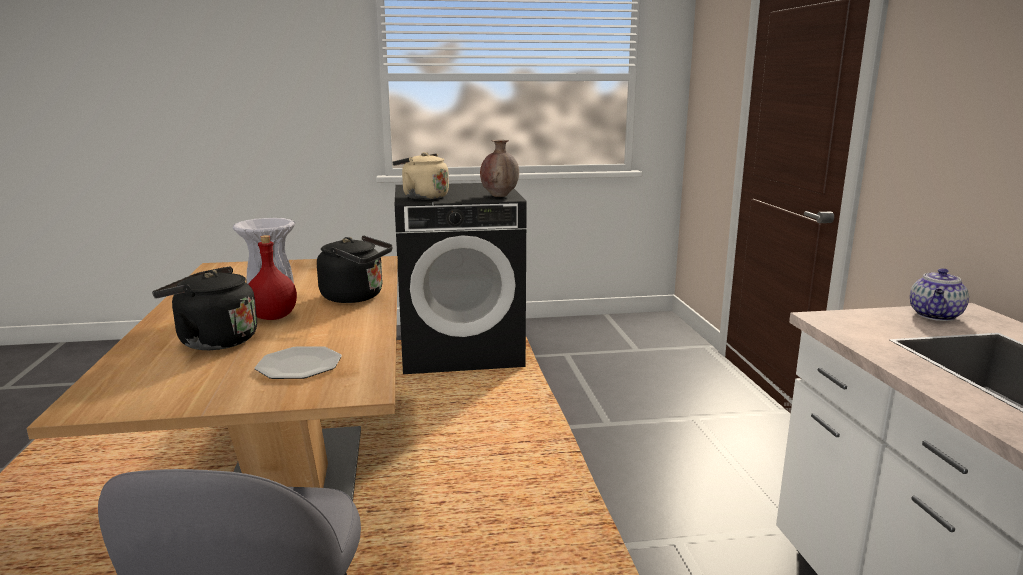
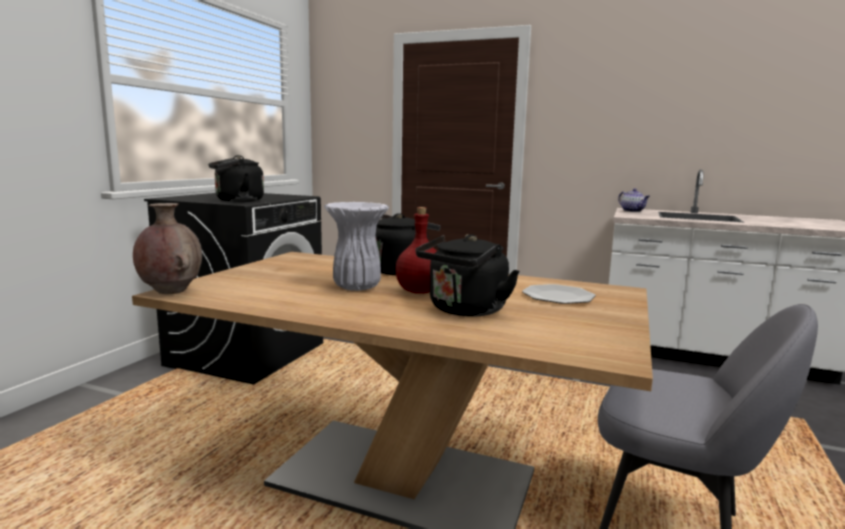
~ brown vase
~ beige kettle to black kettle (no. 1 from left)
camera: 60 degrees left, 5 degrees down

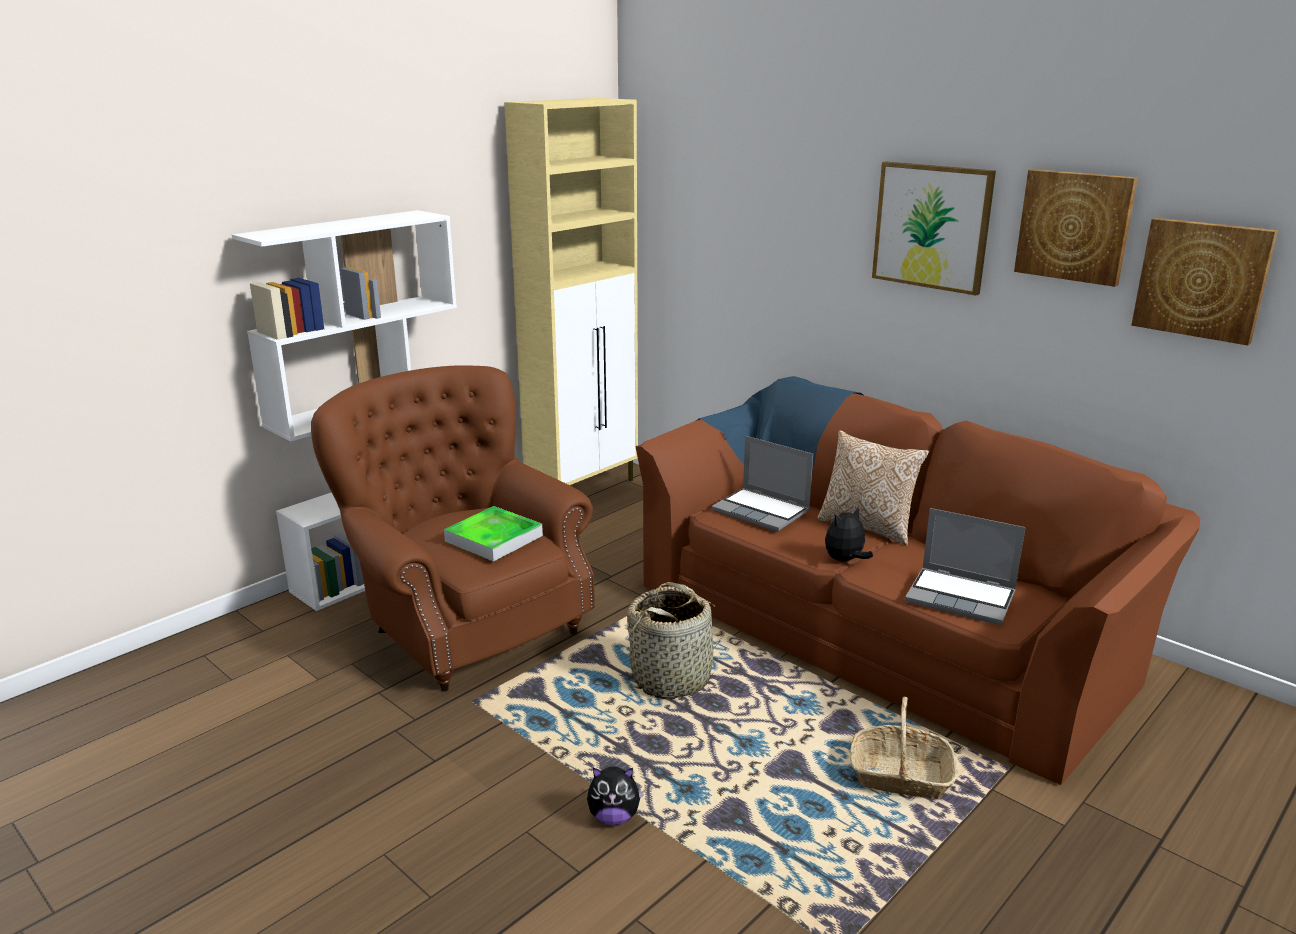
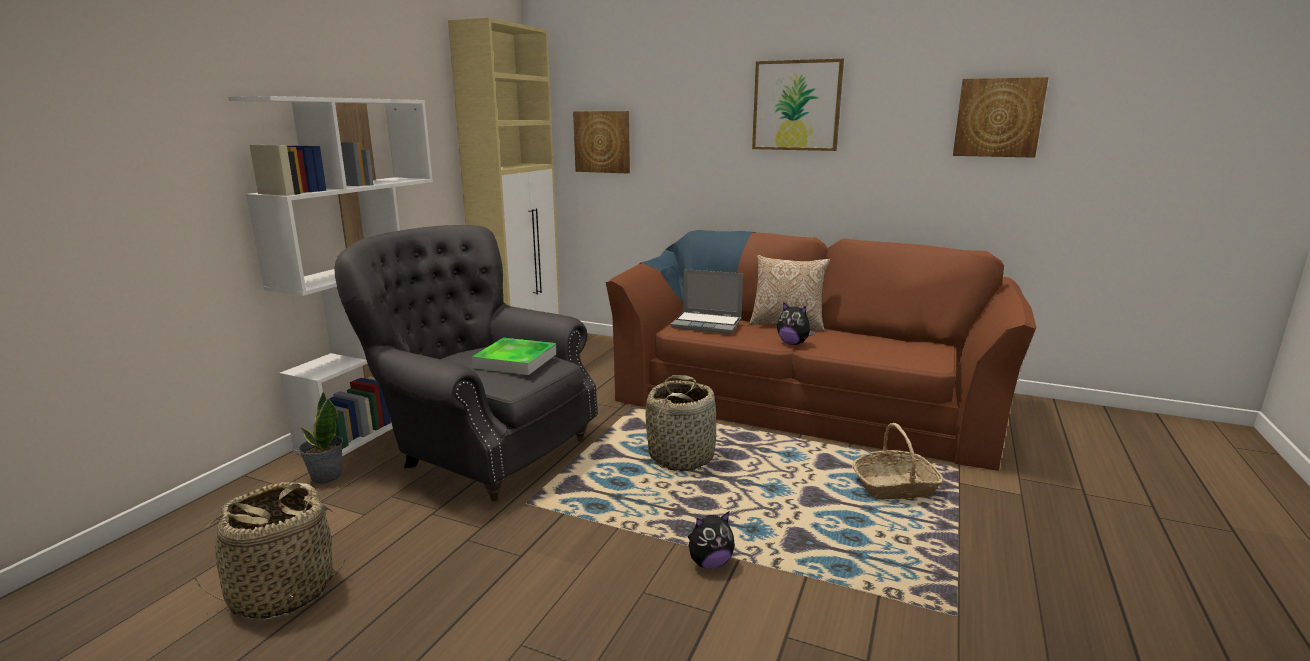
~ picture (no. 2 from left in the first image) to picture (no. 1 from left)
~ brown armchair to grey armchair
~ plush toy (no. 2 from left) 90 degrees counterclockwise
- laptop (no. 2 from left)
+ potted plant
+ basket (no. 1 from left)
camera: 20 degrees left, 5 degrees down

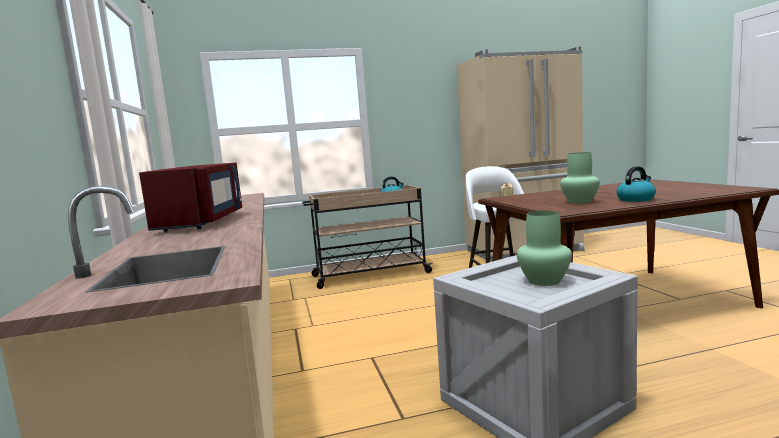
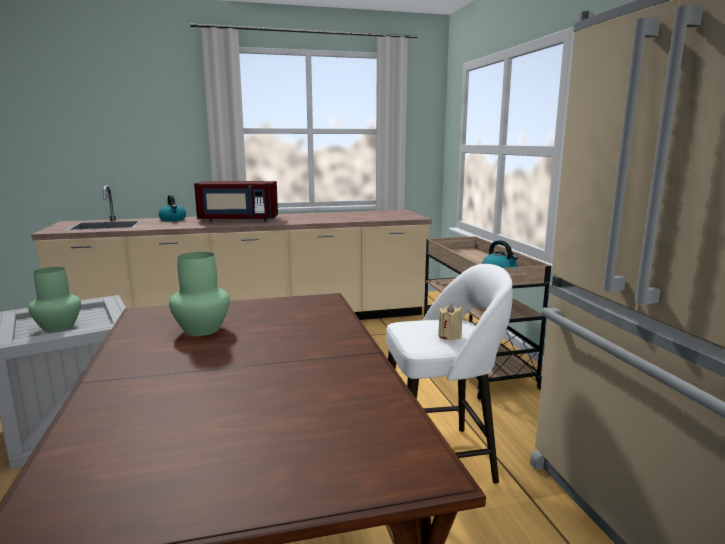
~ kettle (no. 2 from left in the first image) to kettle (no. 1 from left)
camera: 90 degrees right, 5 degrees up

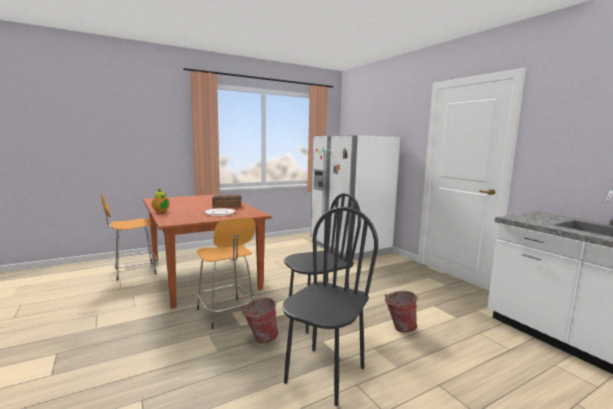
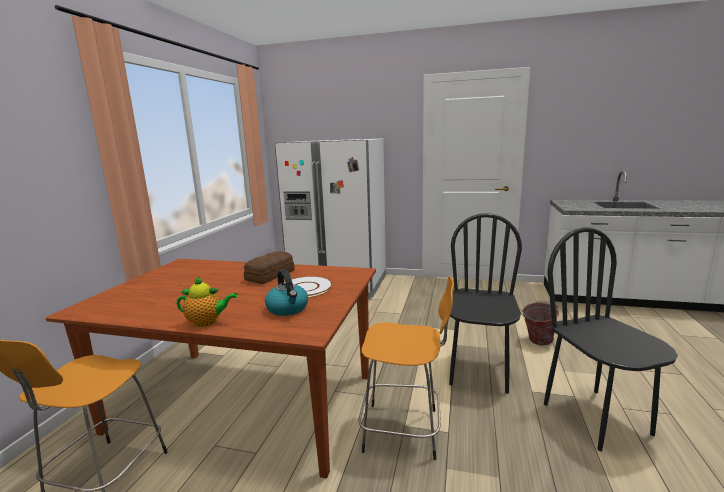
- bucket (no. 1 from left)
+ kettle
camera: 45 degrees left, 5 degrees up

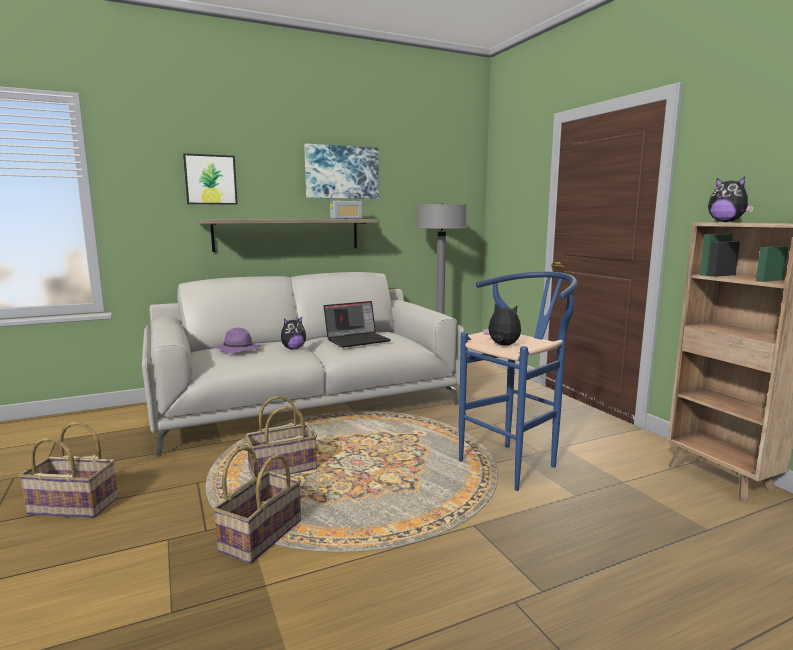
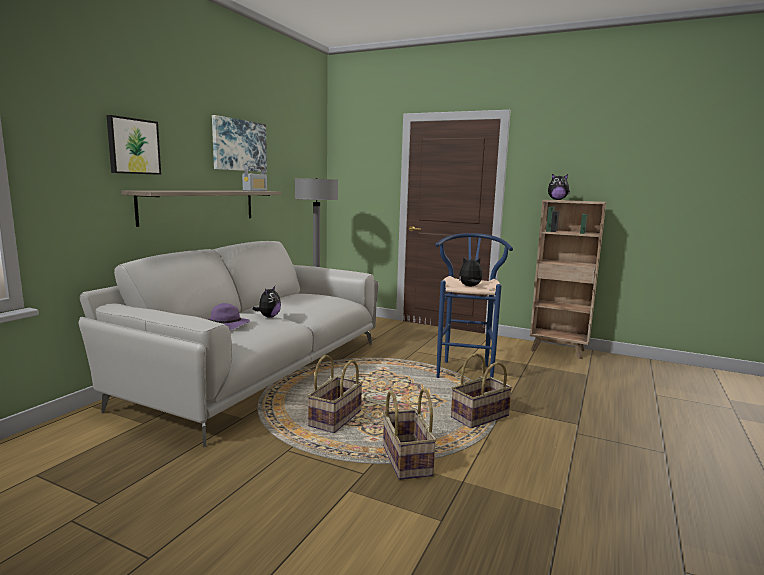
- laptop
~ basket (no. 1 from left in the first image) to basket (no. 3 from left)
camera: 40 degrees left, 0 degrees up

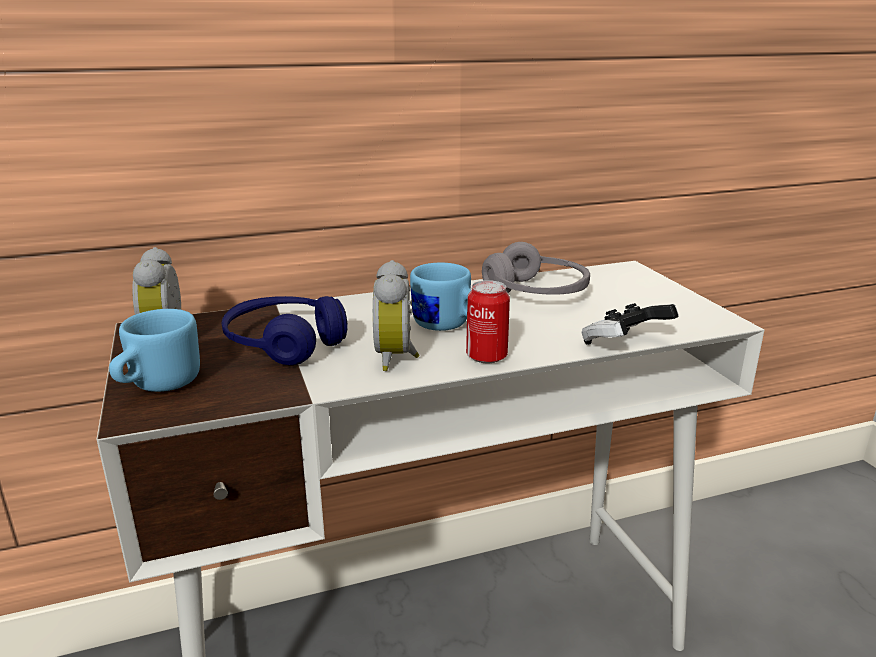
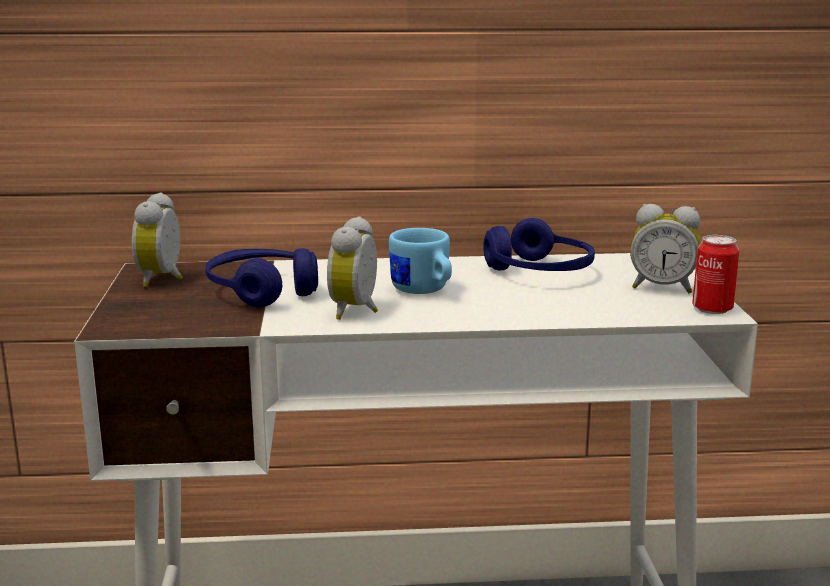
~ grey headphones to blue headphones (no. 2 from left)
~ can
- game controller
- blue mug (no. 1 from left)
+ alarm clock (no. 3 from left)
camera: 15 degrees right, 5 degrees down

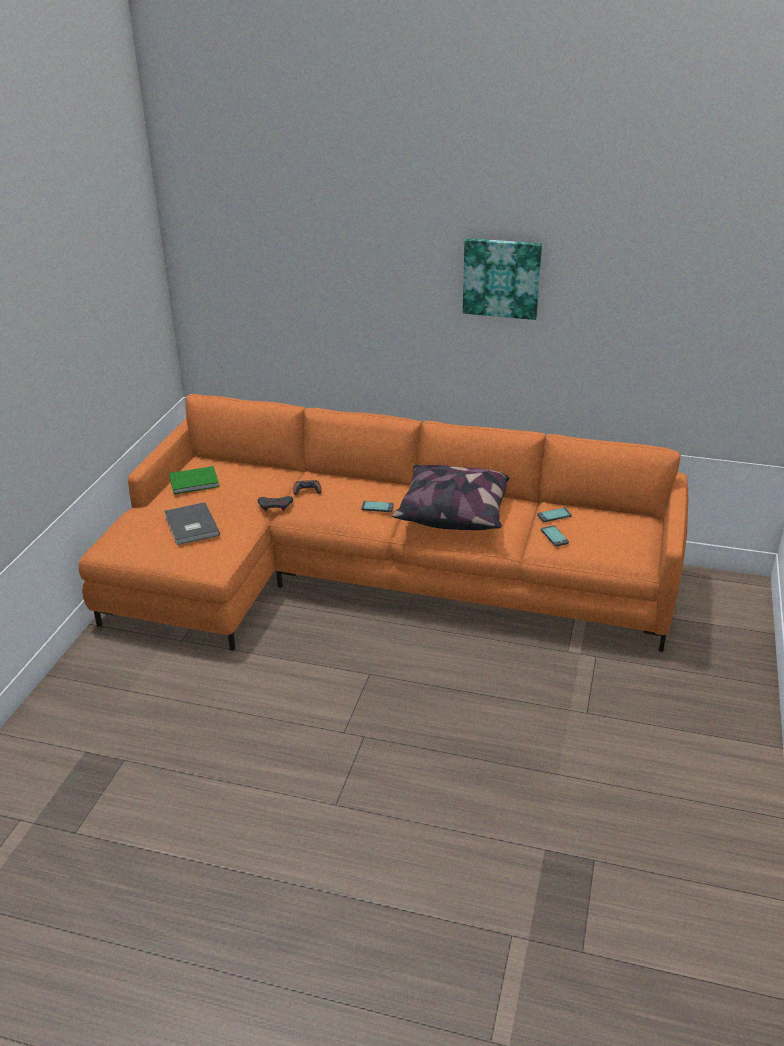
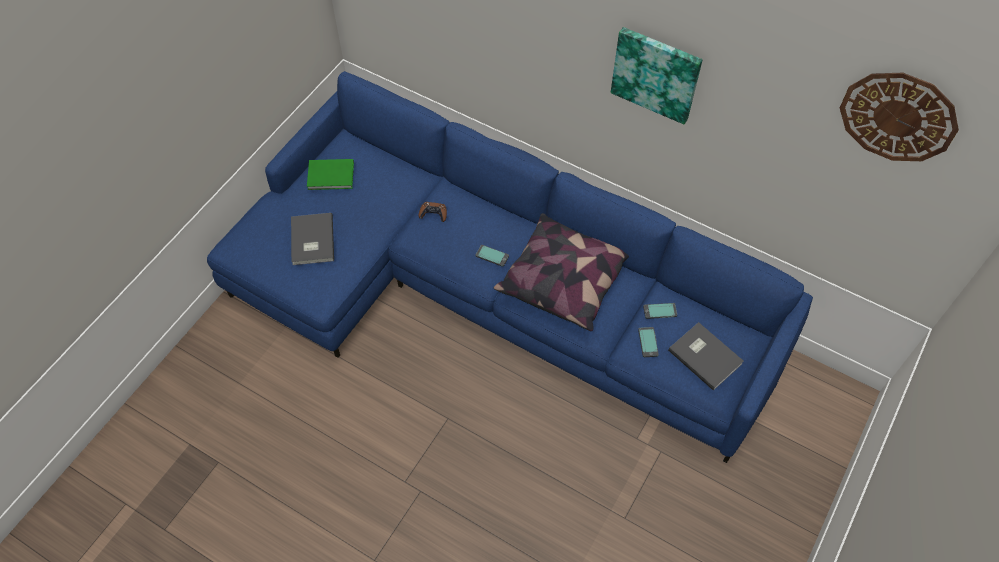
~ orange sofa to blue sofa
- grey game controller
+ wall clock
+ grey book (no. 2 from left)
camera: 15 degrees right, 25 degrees up

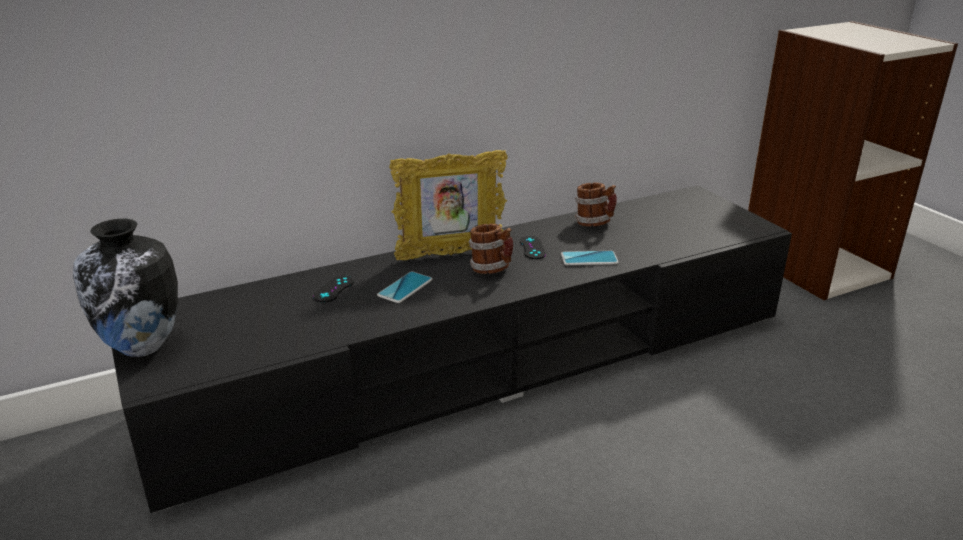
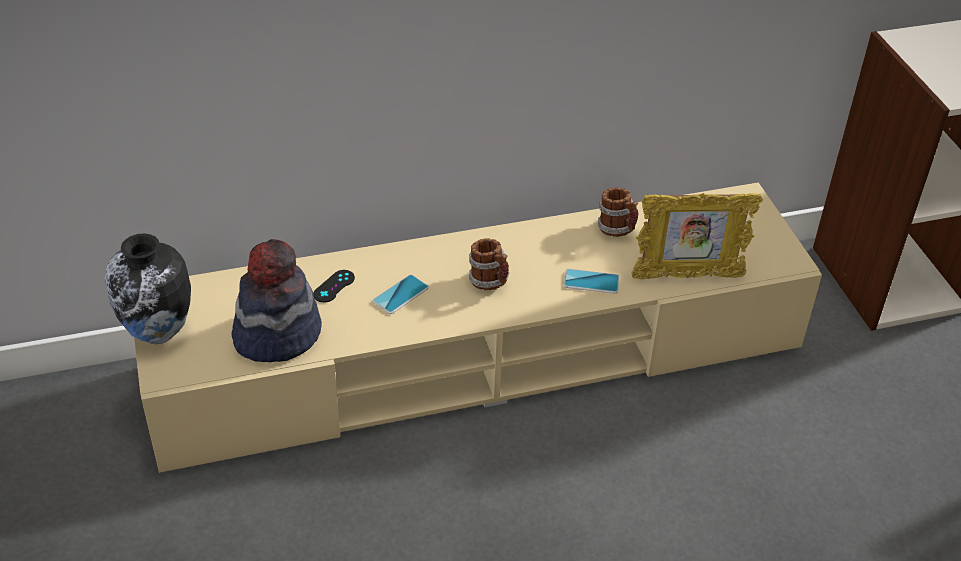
~ picture frame
~ black tv stand to beige tv stand
- black game controller (no. 2 from left)
+ hat
camera: 10 degrees right, 15 degrees up

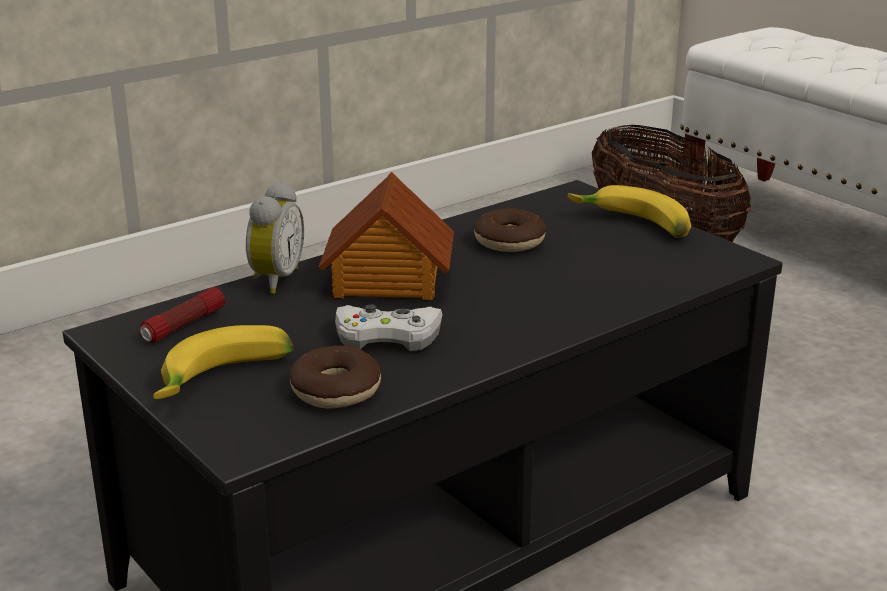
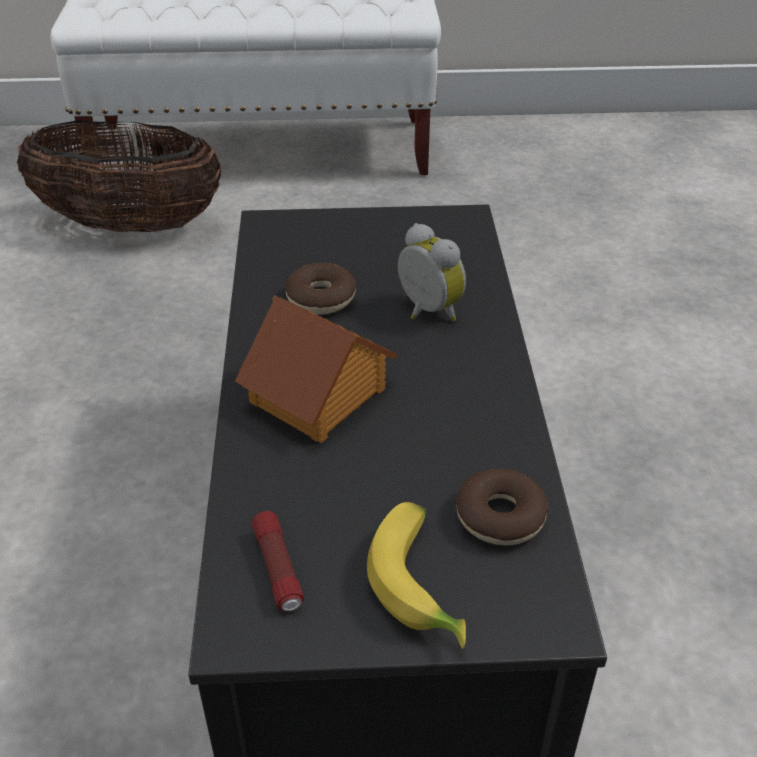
~ alarm clock
- banana (no. 2 from left)
- white game controller
camera: 55 degrees left, 15 degrees up

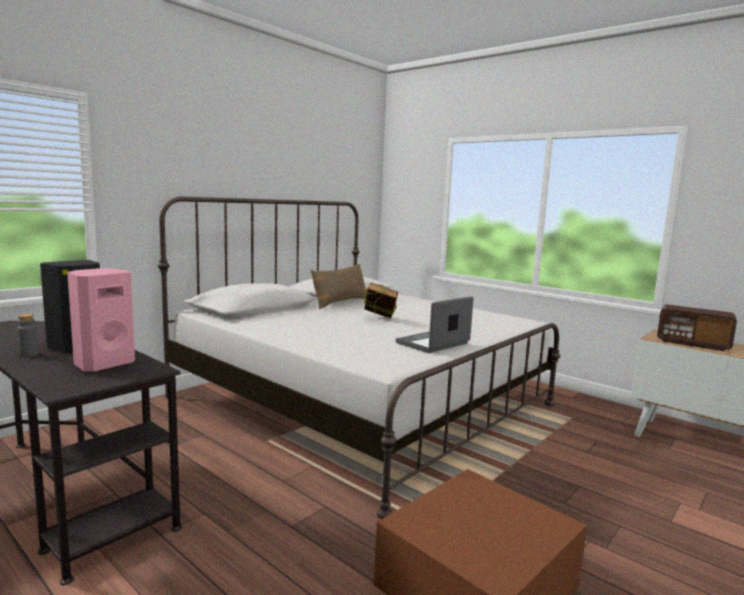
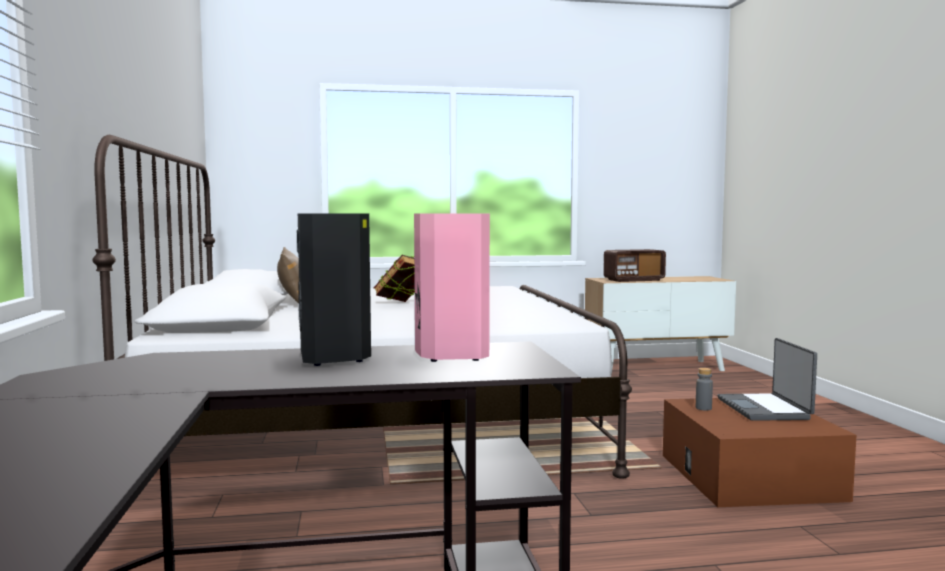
~ laptop
~ grey bottle
camera: 50 degrees left, 5 degrees down

